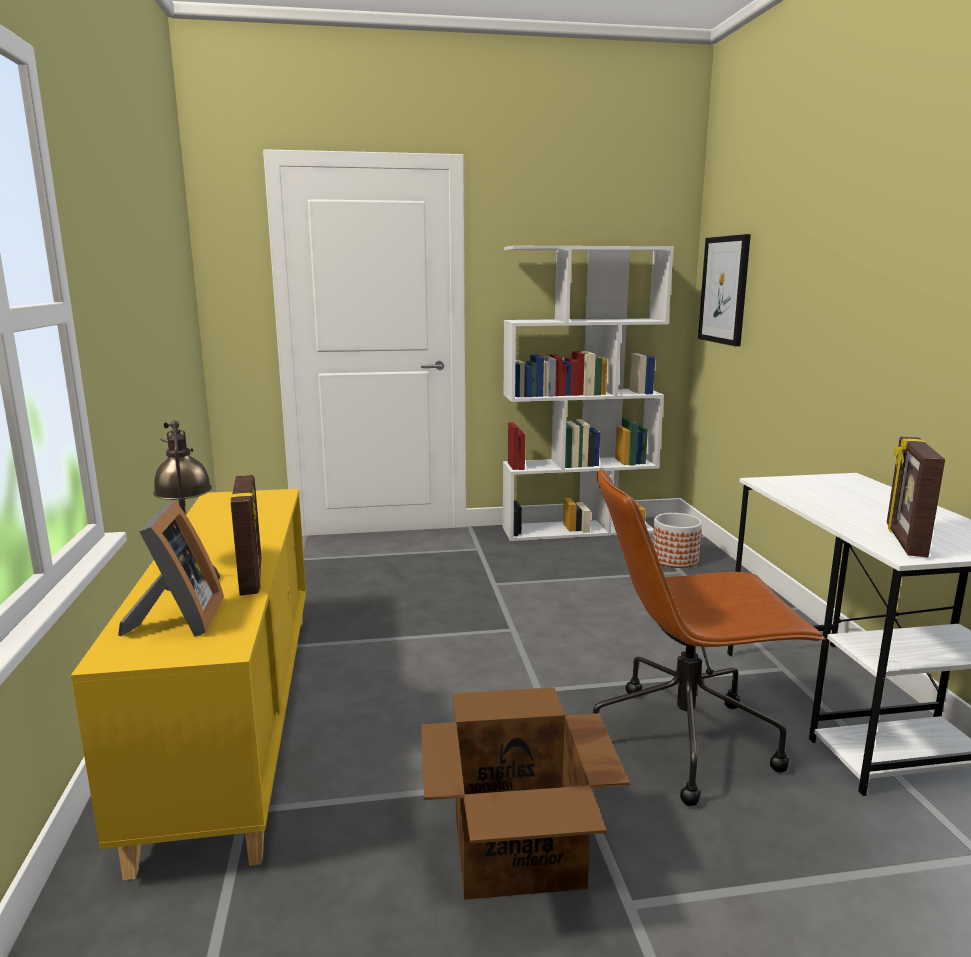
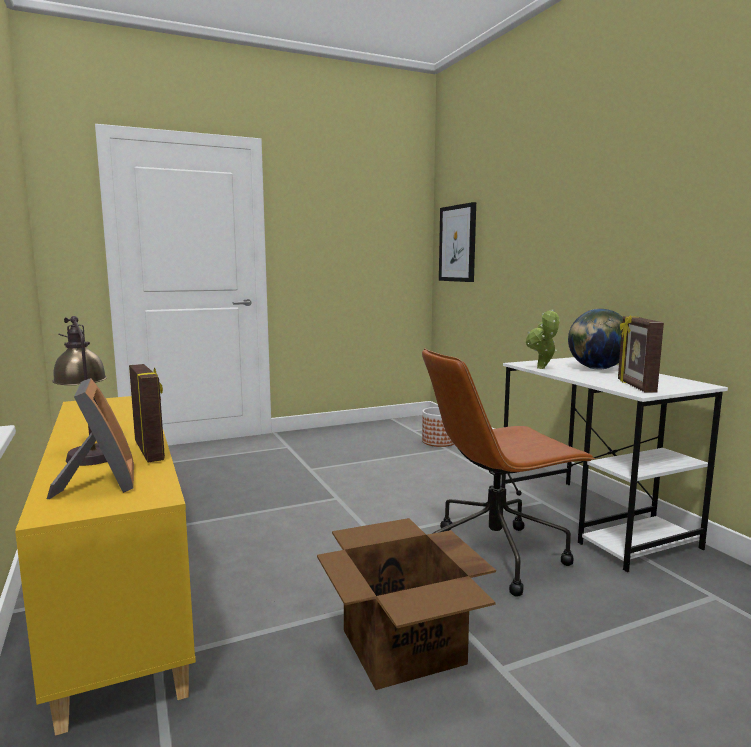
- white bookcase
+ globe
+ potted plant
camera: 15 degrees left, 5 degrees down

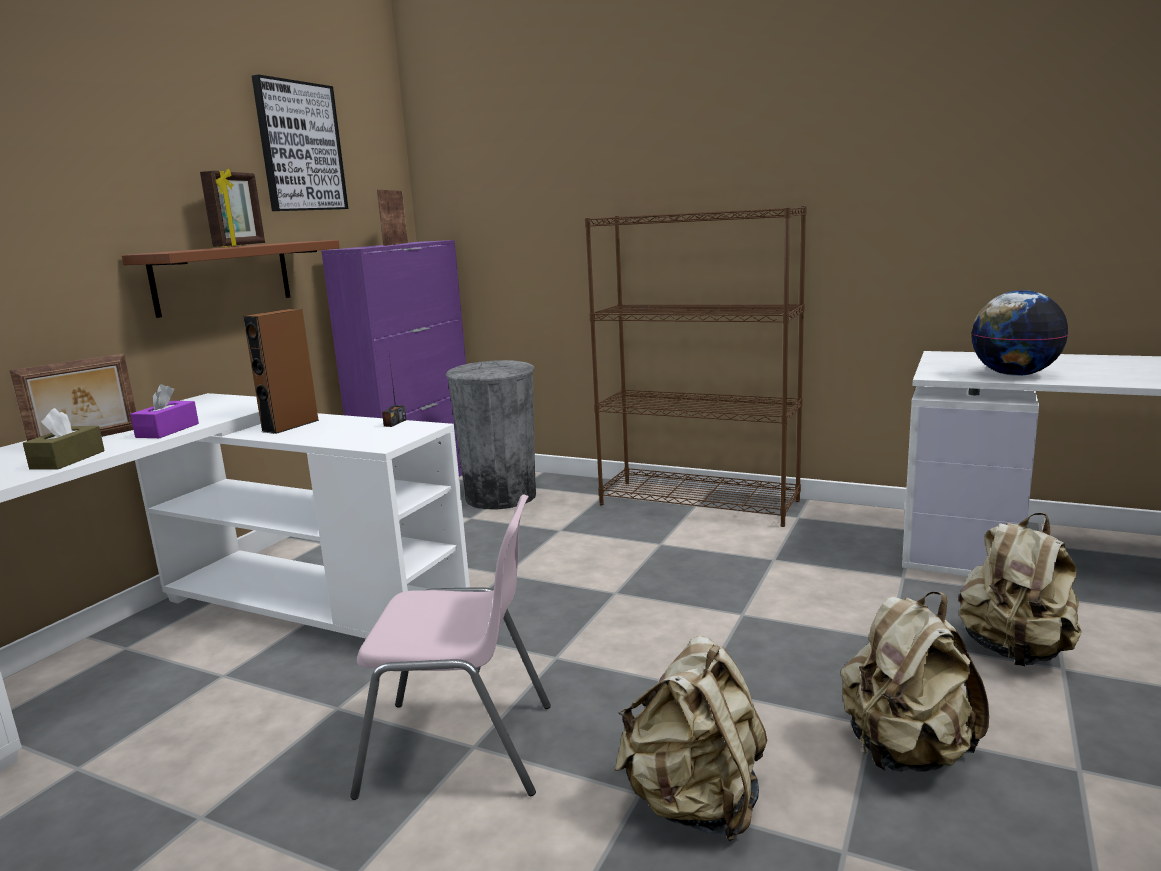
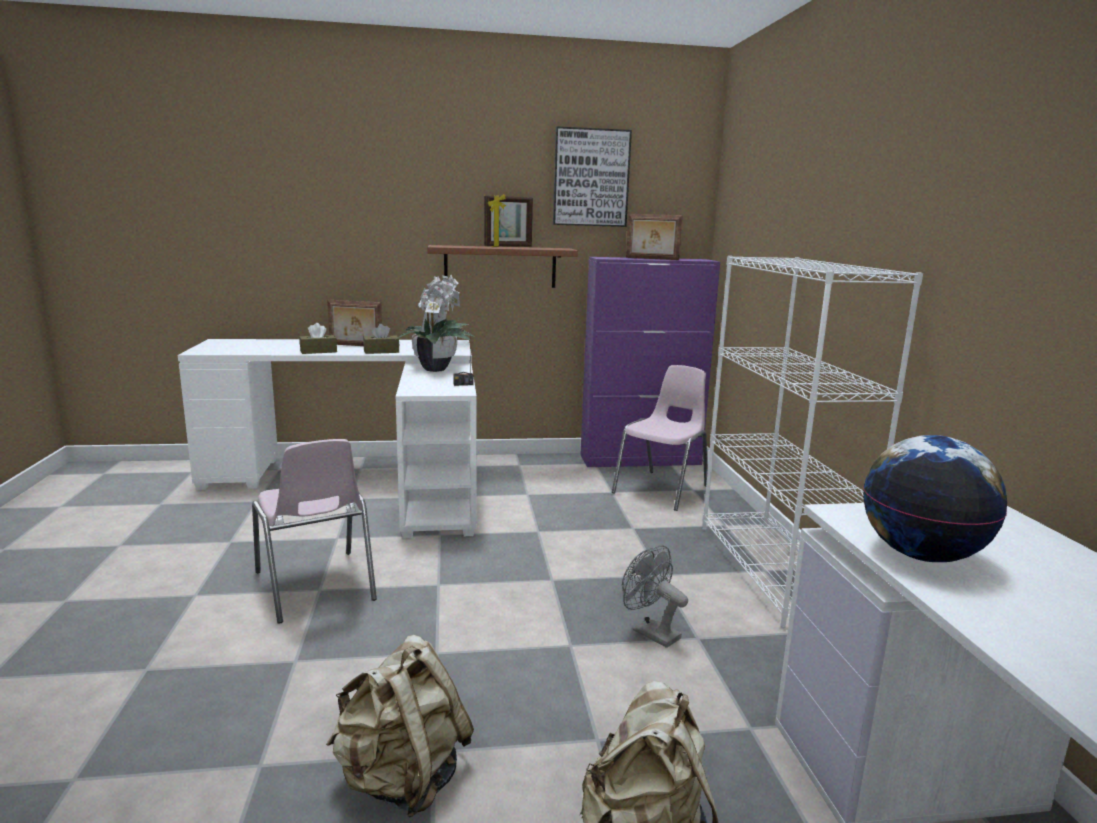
~ picture frame (no. 3 from left) 135 degrees counterclockwise
~ brown bookcase to white bookcase
~ brown speaker to potted plant
~ grey trash can to pink chair (no. 2 from left)
~ purple tissue box to brown tissue box (no. 2 from left)
- beige backpack (no. 1 from left)
+ grey fan
camera: 55 degrees right, 0 degrees up

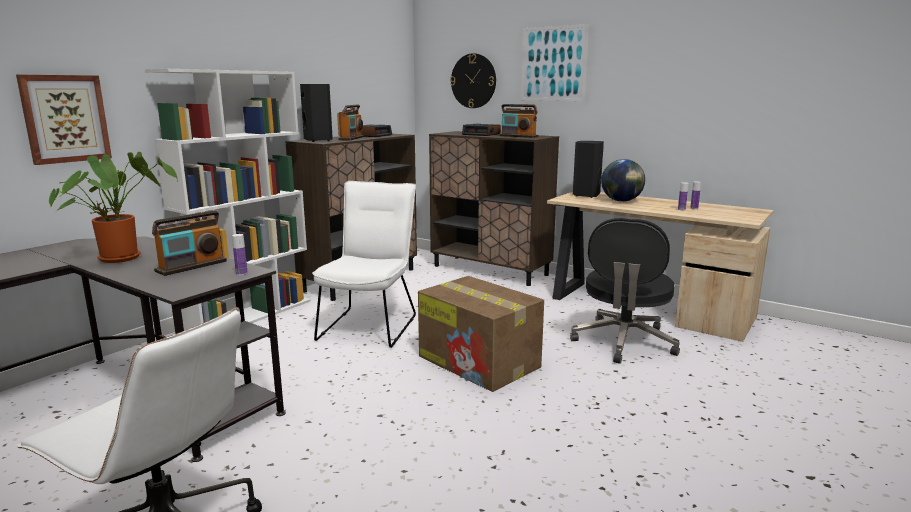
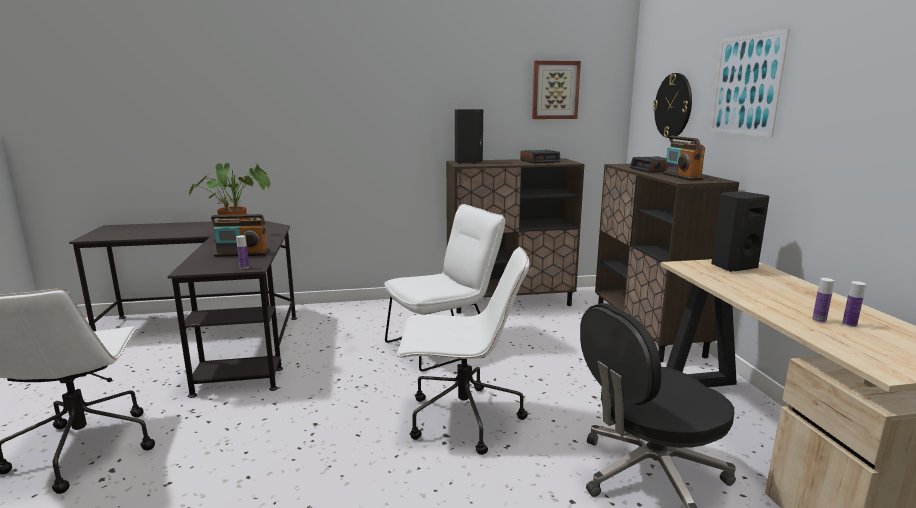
- white bookcase
~ picture (no. 1 from left)
- radio (no. 2 from left)
- globe
~ cardboard box to white office chair (no. 2 from left)
camera: 45 degrees right, 0 degrees up

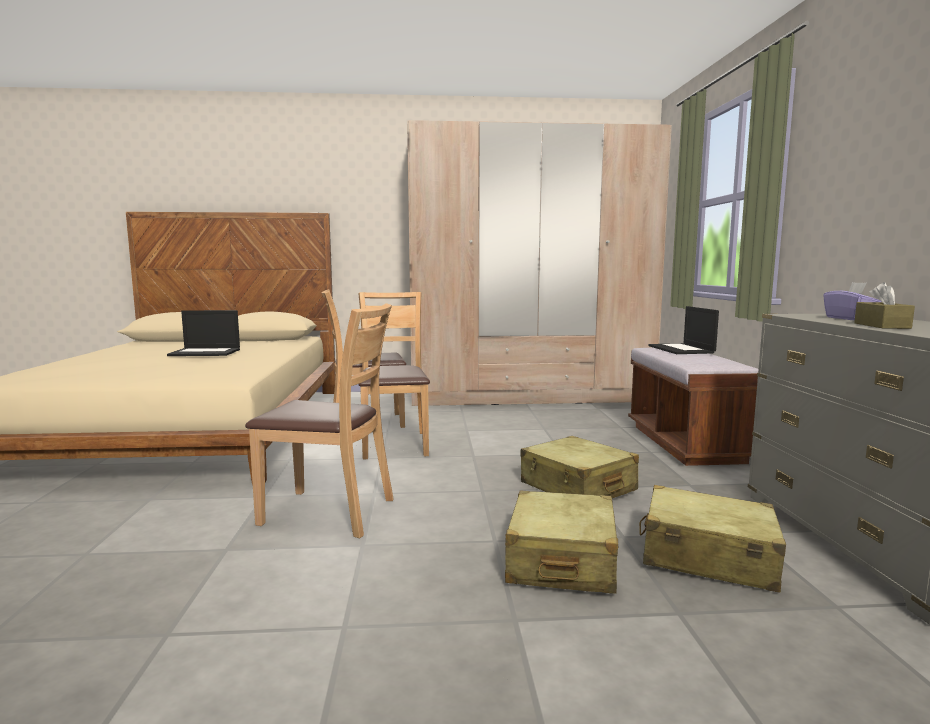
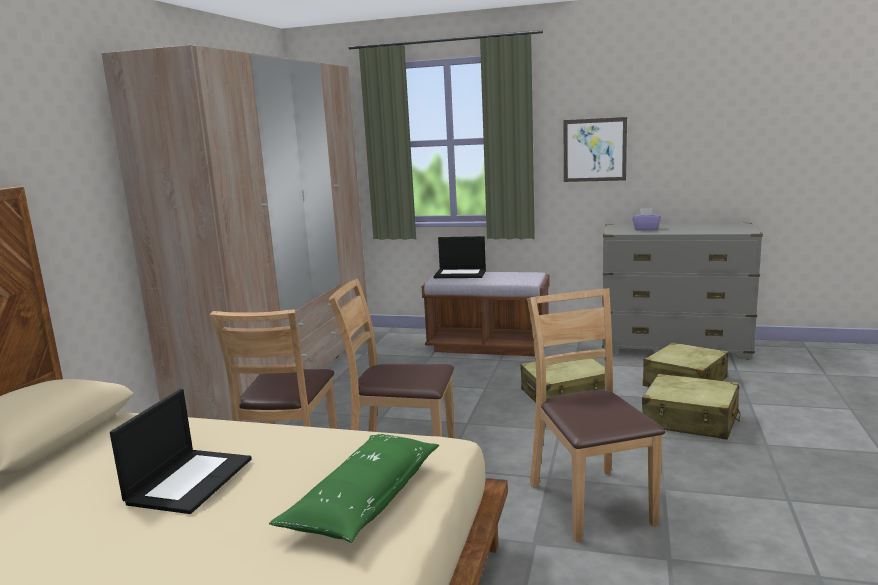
- brown tissue box
~ brown chair (no. 1 from left in the first image) 45 degrees counterclockwise
+ picture
+ green pillow
camera: 70 degrees left, 5 degrees up

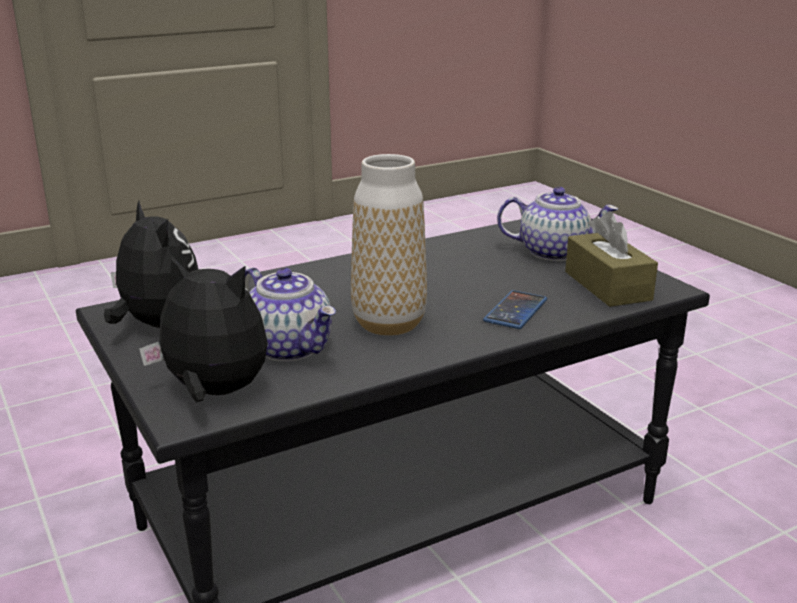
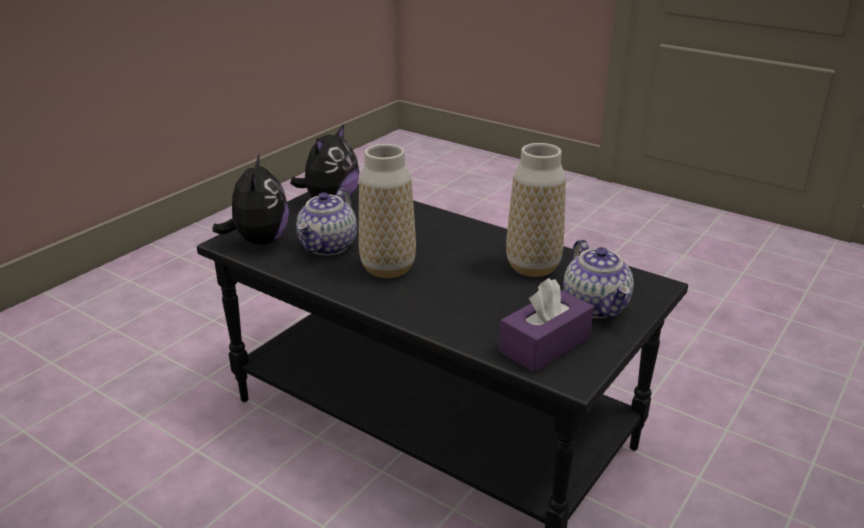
~ brown tissue box to purple tissue box
- phone
+ vase (no. 2 from left)
camera: 65 degrees right, 5 degrees up

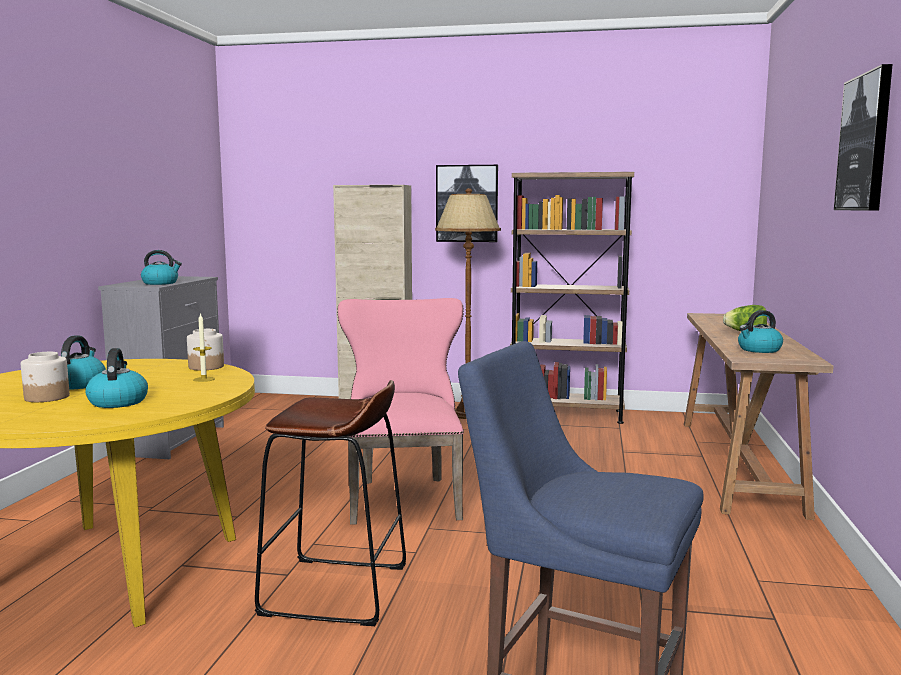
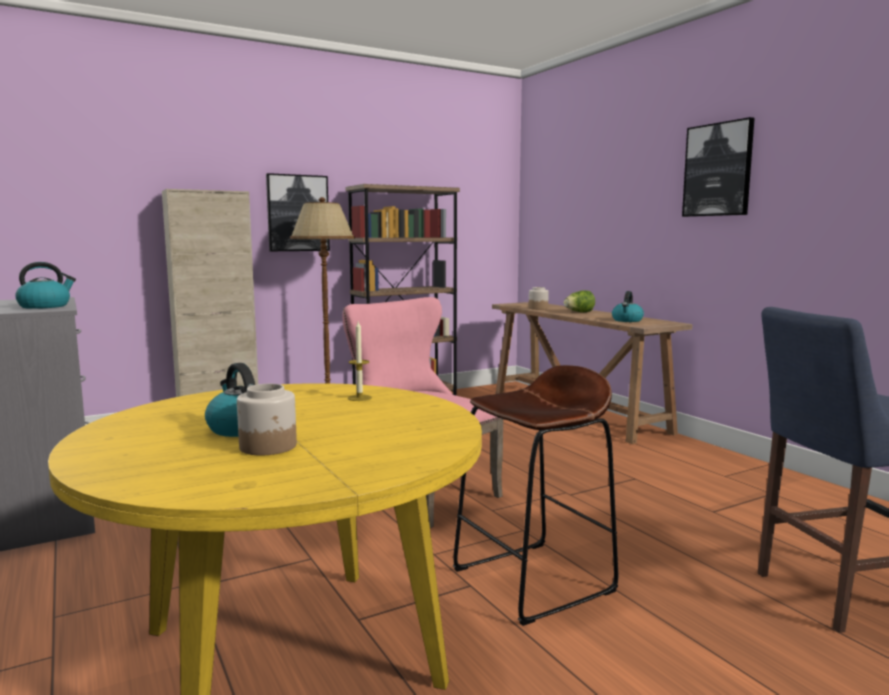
~ jar (no. 2 from left)
- kettle (no. 2 from left)
camera: 40 degrees left, 0 degrees up

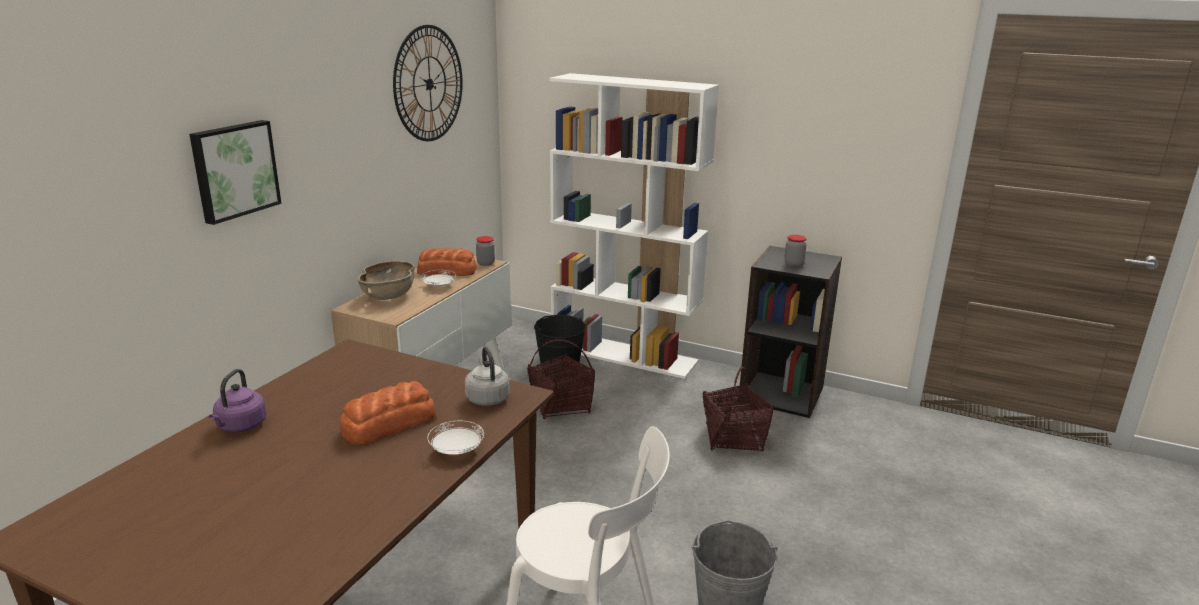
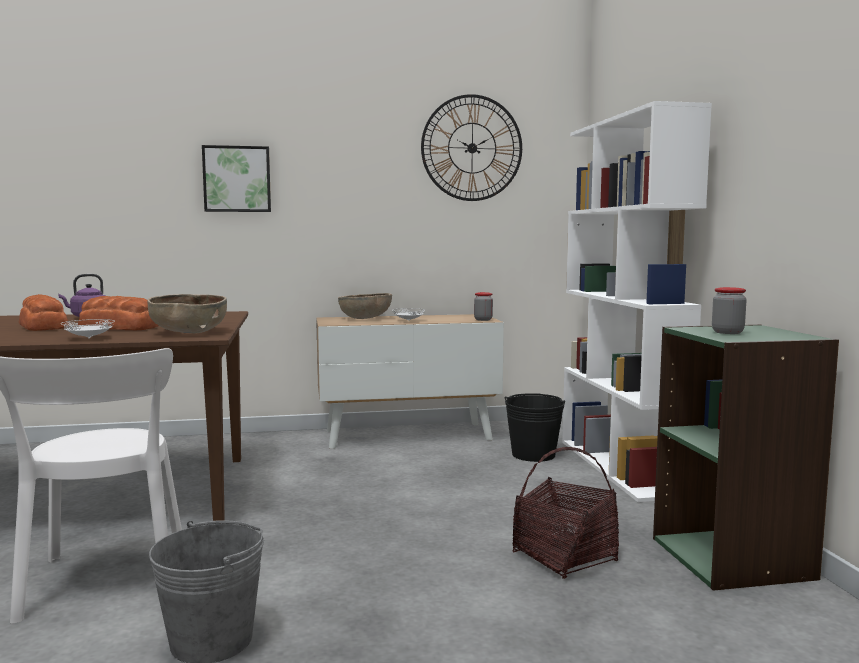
~ black bookcase to green bookcase
~ bread (no. 2 from left in the first image) to bread (no. 1 from left)
- basket (no. 1 from left)
~ grey kettle to brown bowl (no. 1 from left)
camera: 55 degrees right, 15 degrees down

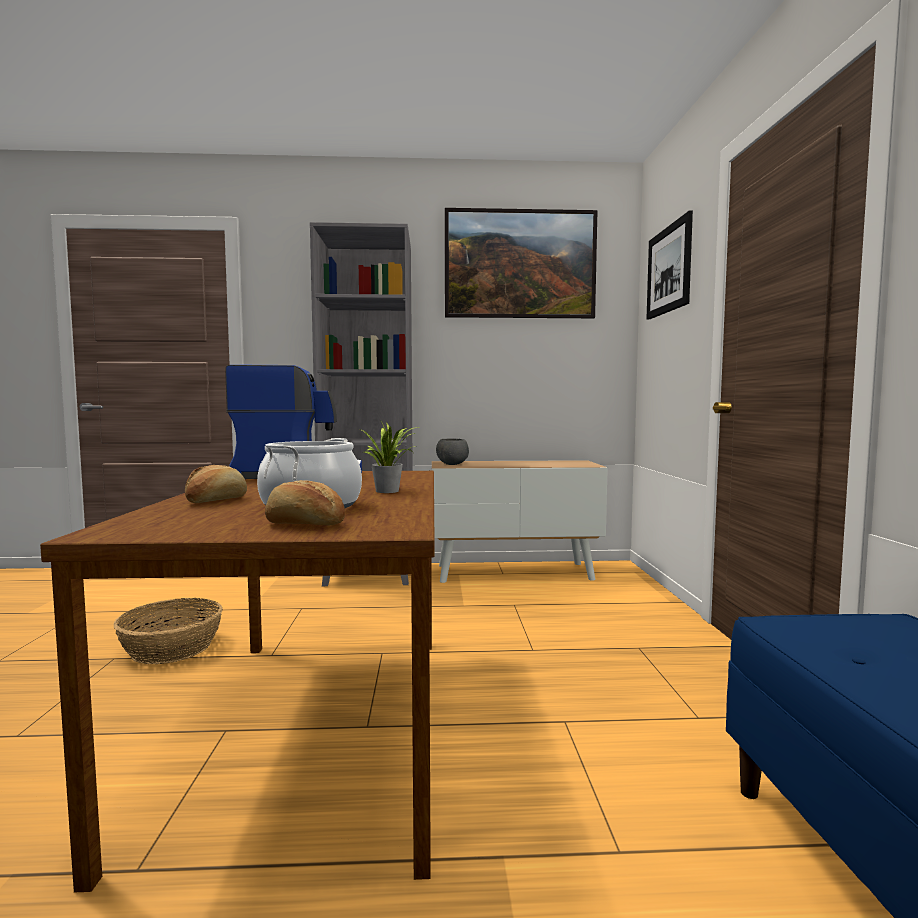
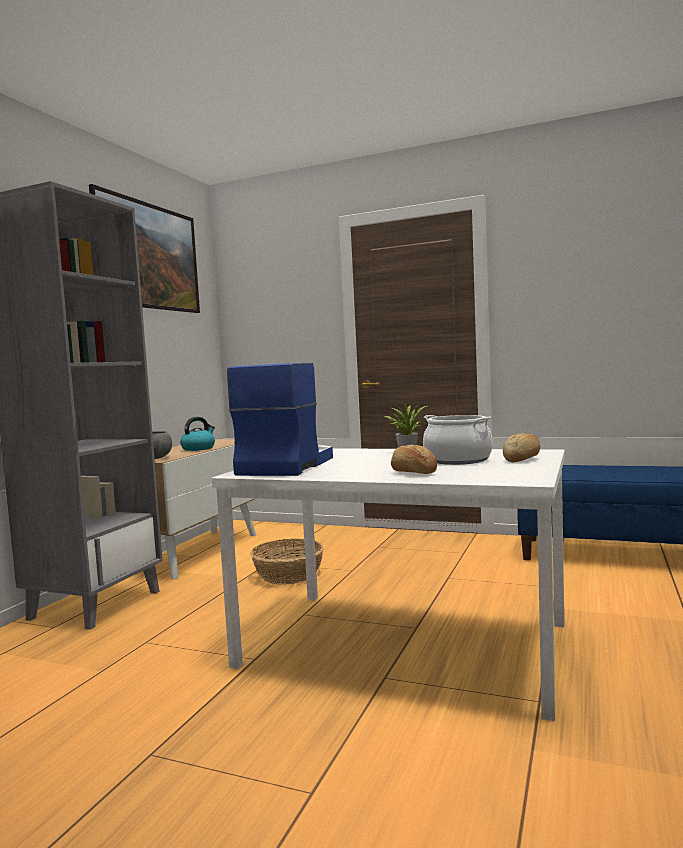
- picture (no. 2 from left)
~ brown dining table to white dining table
~ basket
+ kettle
camera: 65 degrees left, 0 degrees up

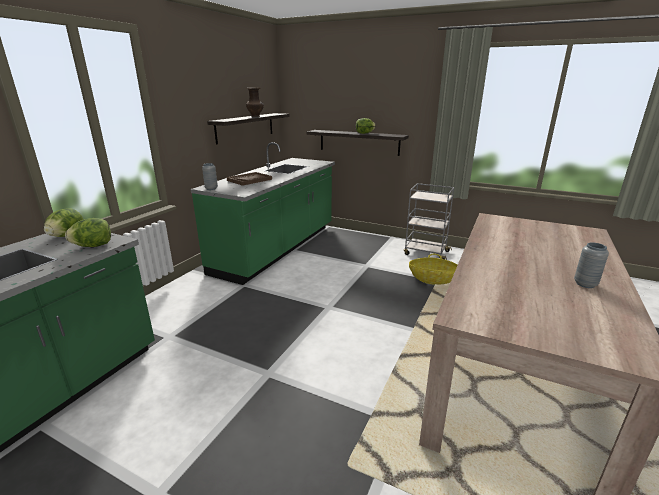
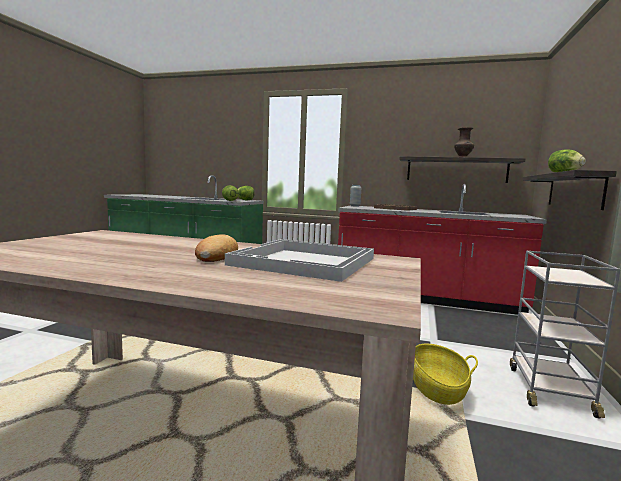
~ green counter (no. 2 from left) to red counter
- grey vase (no. 2 from left)
+ bread
+ white tray
camera: 80 degrees right, 15 degrees down

